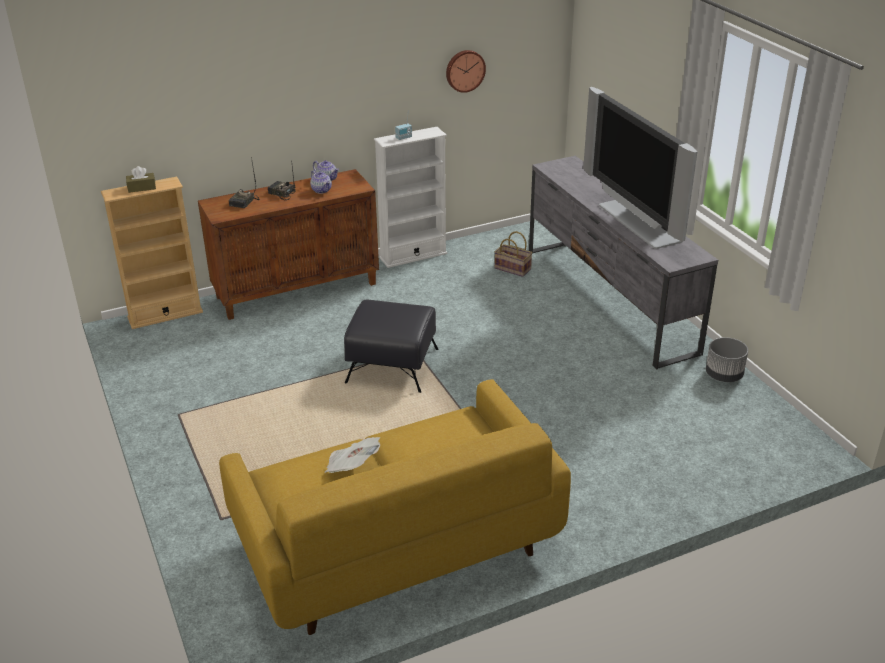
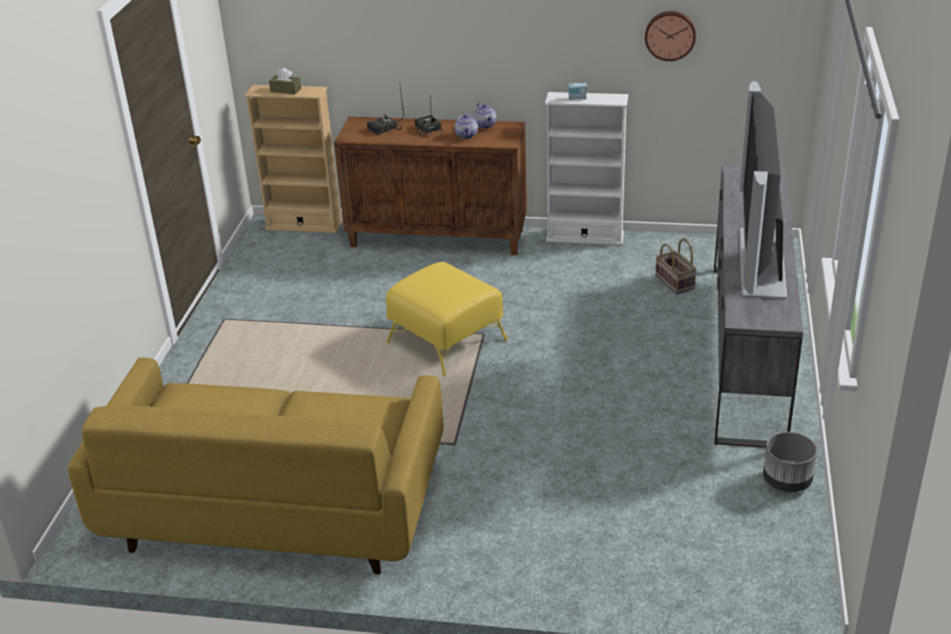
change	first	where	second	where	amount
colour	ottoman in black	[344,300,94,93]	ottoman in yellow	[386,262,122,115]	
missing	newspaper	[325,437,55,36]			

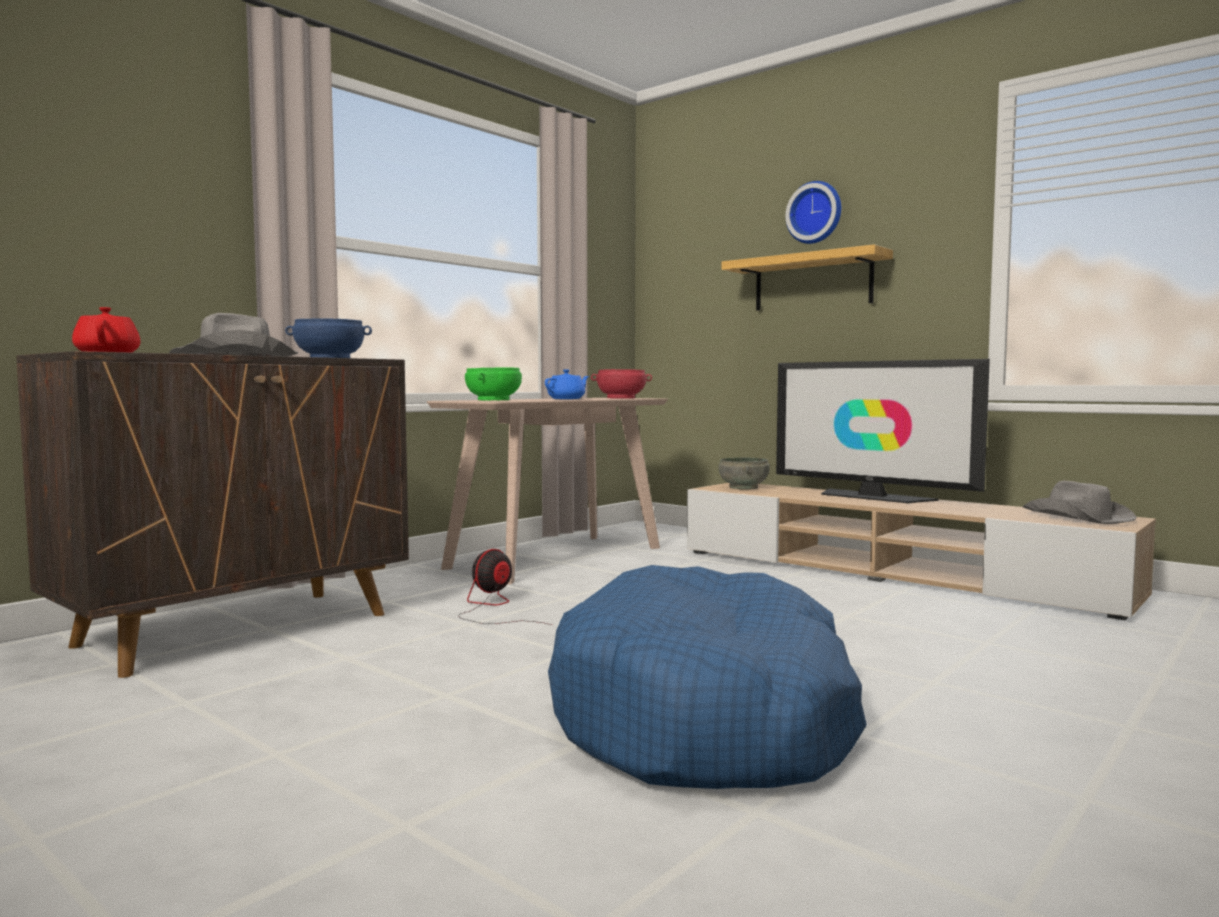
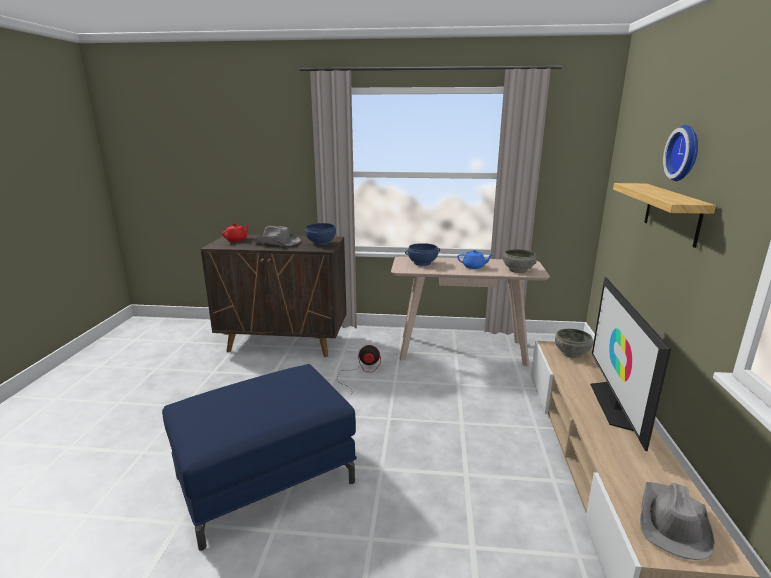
change	first	where	second	where	amount
colour	bowl in green	[465,367,57,34]	bowl in blue	[405,243,35,23]	
colour	bowl in red	[591,369,61,30]	bowl in grey	[503,249,33,24]	
exchanged	dog bed in blue	[548,565,319,224]	ottoman in blue	[162,364,195,187]	

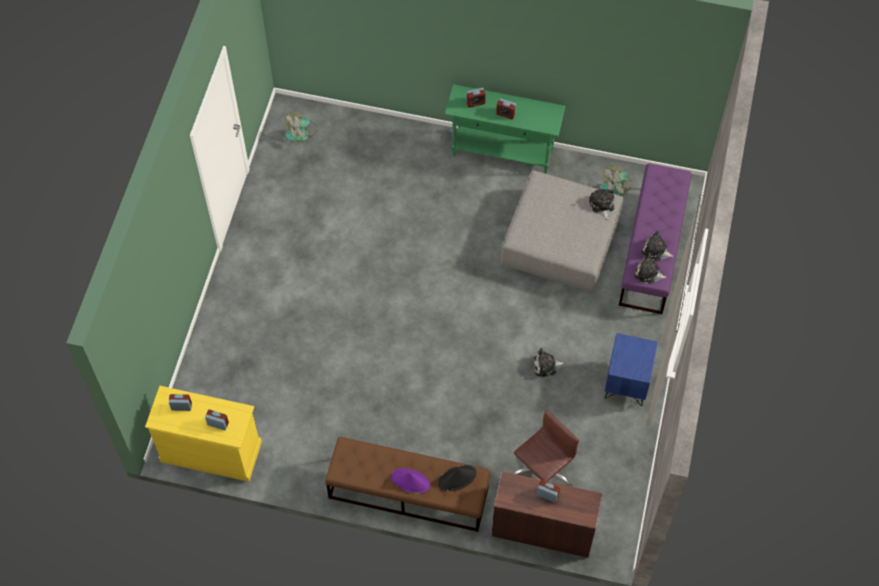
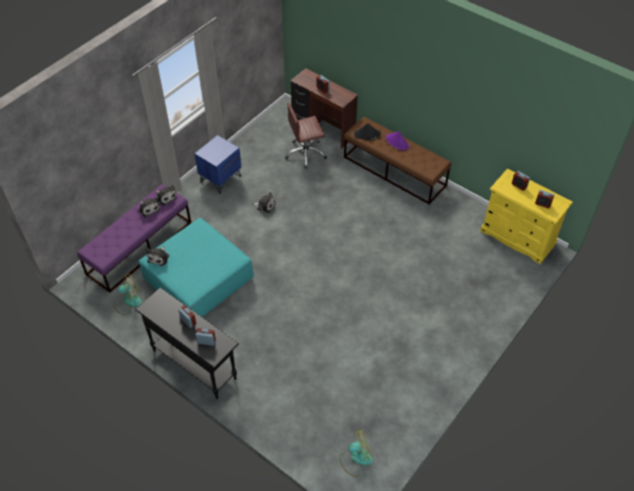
change	first	where	second	where	amount
colour	console table in green	[445,84,121,90]	console table in black	[135,288,104,111]	
colour	ottoman in grey	[501,170,122,122]	ottoman in turquoise	[139,218,115,99]	

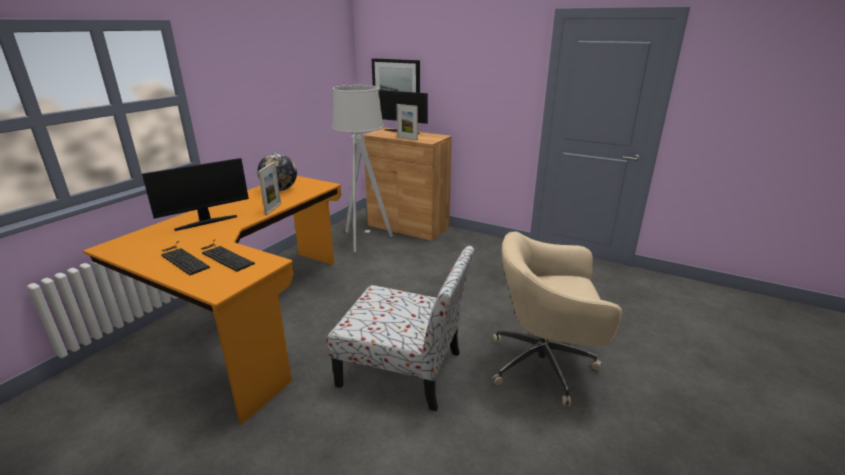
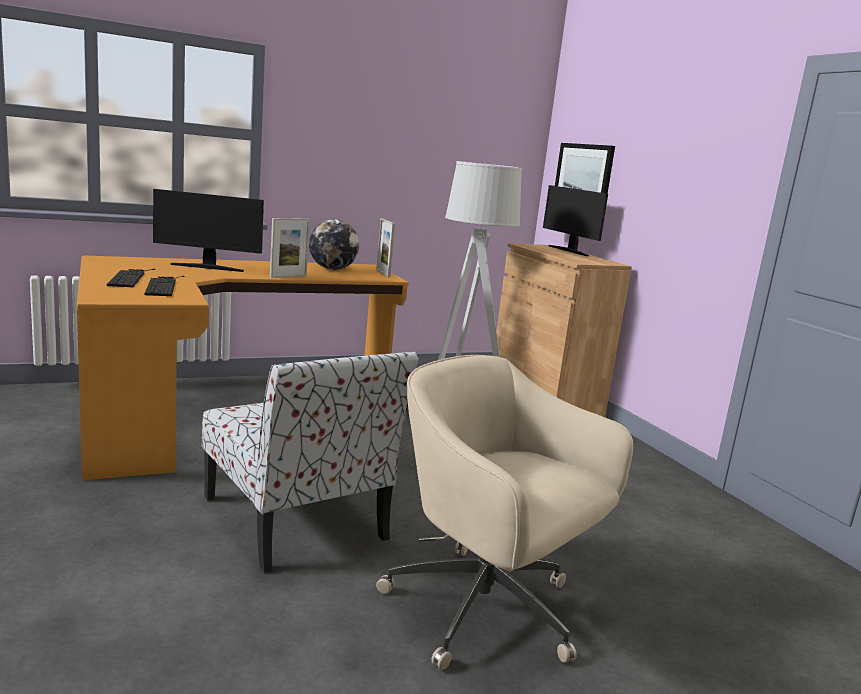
change	first	where	second	where	amount
relocated	picture frame	[396,104,22,36]		[376,218,19,59]	

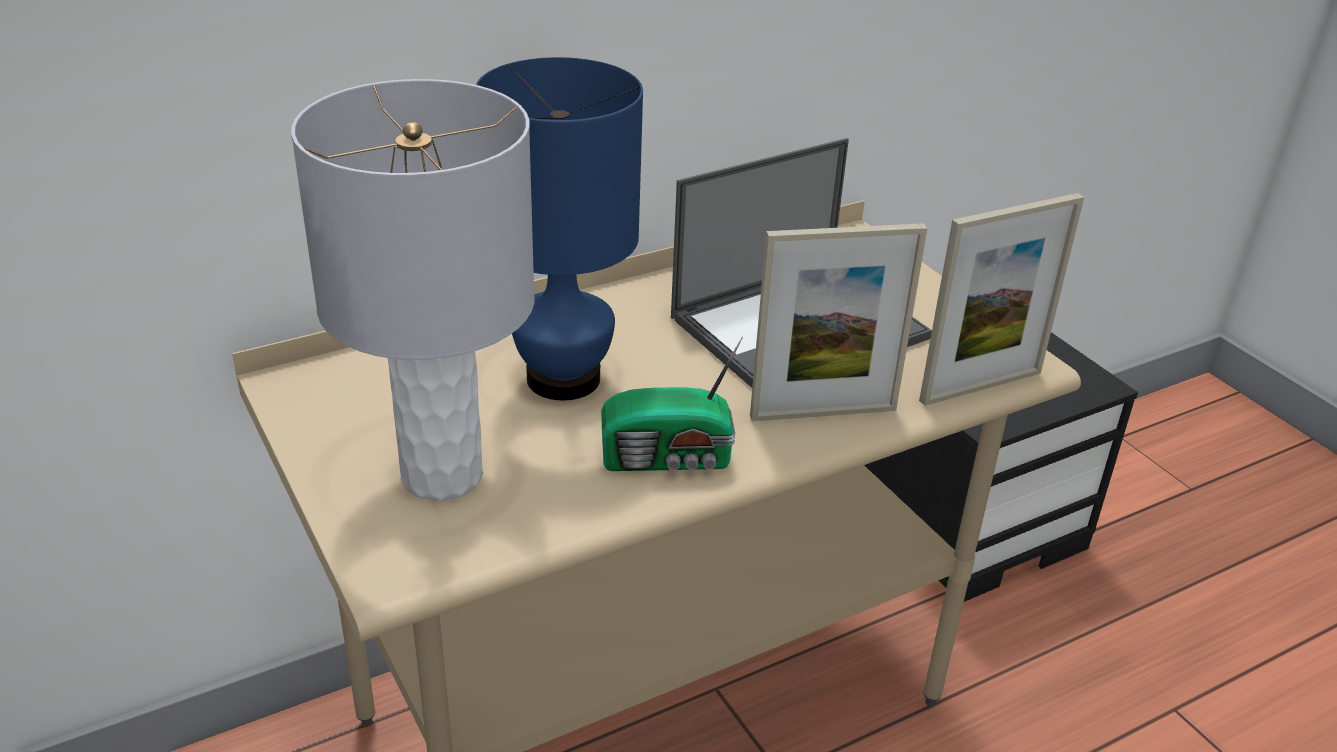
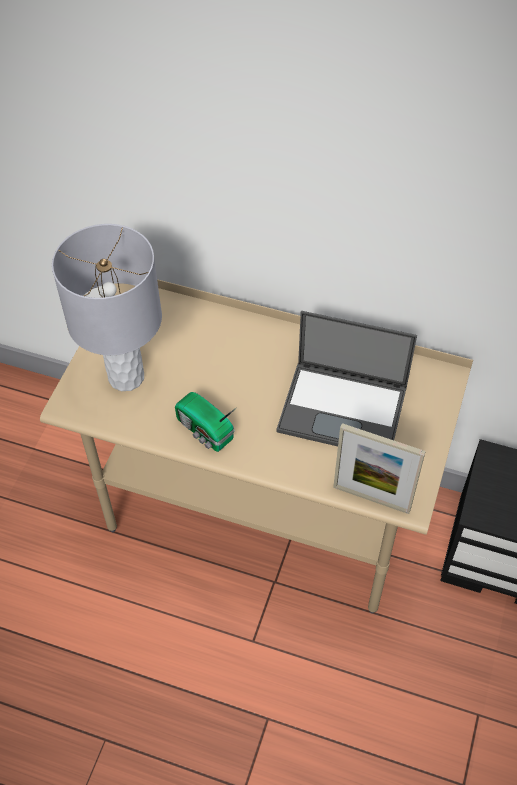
change	first	where	second	where	amount
missing	table lamp in blue	[476,57,167,344]			
missing	picture frame	[750,223,177,198]			

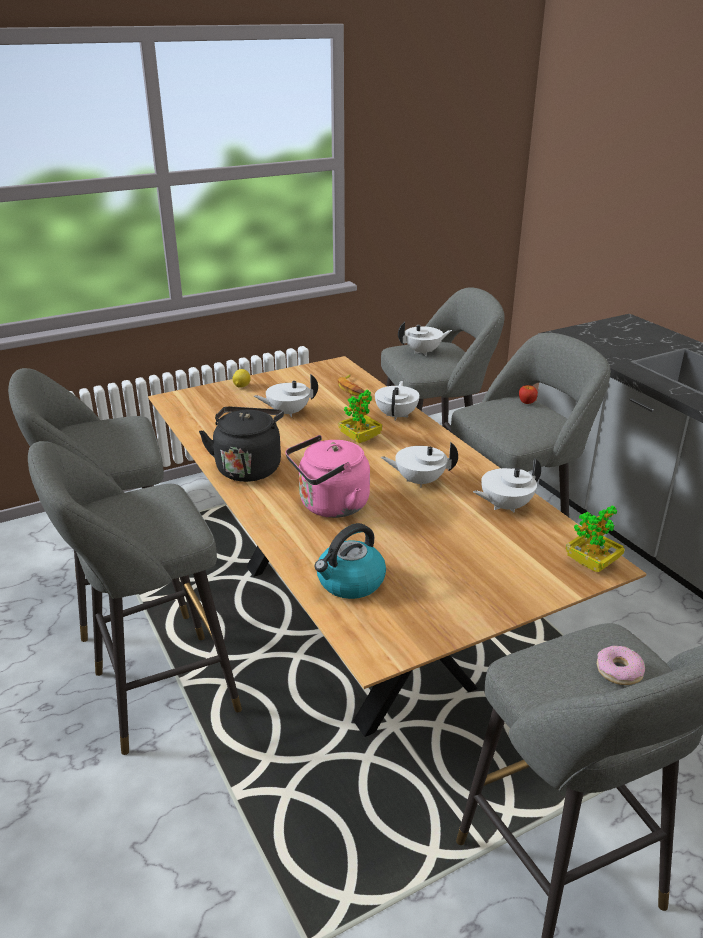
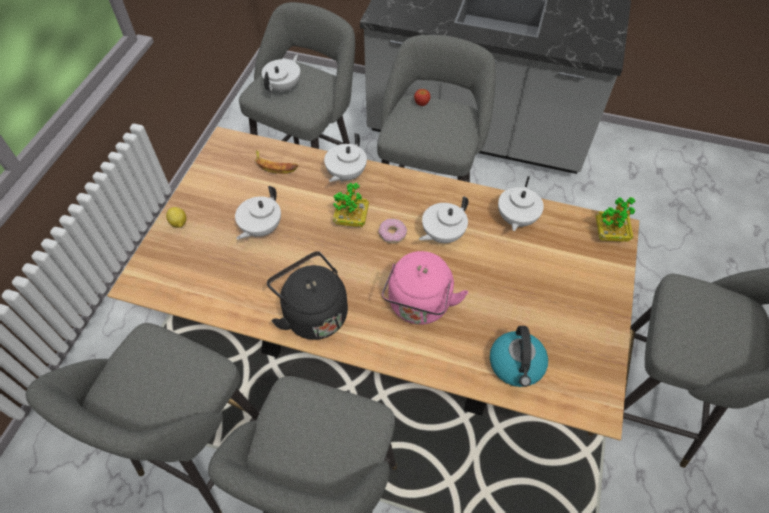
change	first	where	second	where	amount
spun	teapot in white	[375,381,45,40]		[324,133,43,49]	120 degrees counterclockwise
relocated	donut	[597,645,48,40]		[379,219,28,25]	

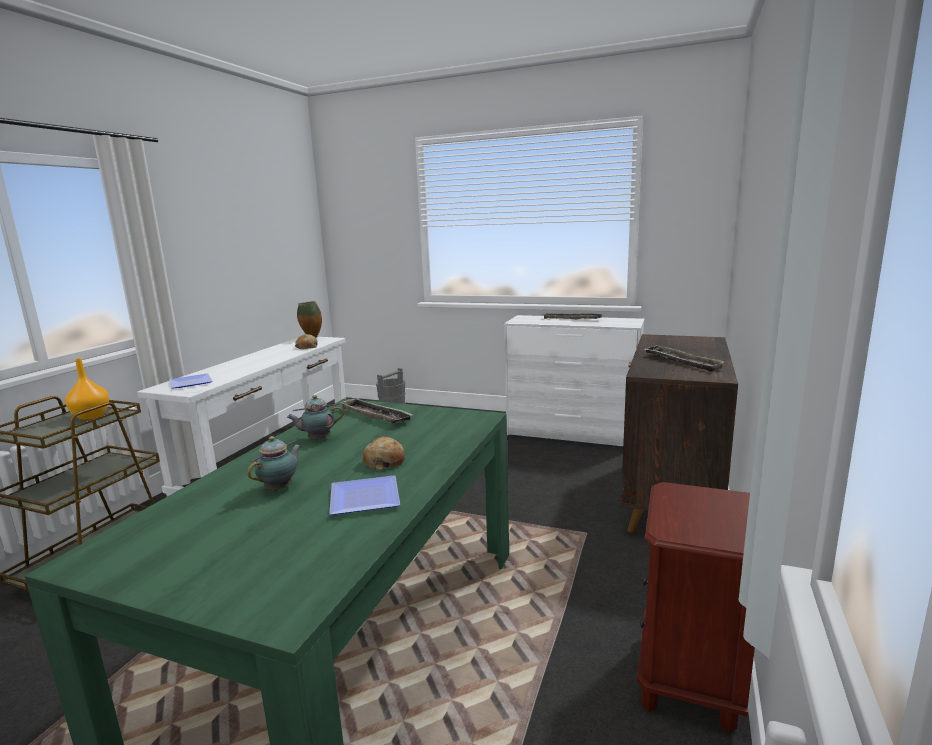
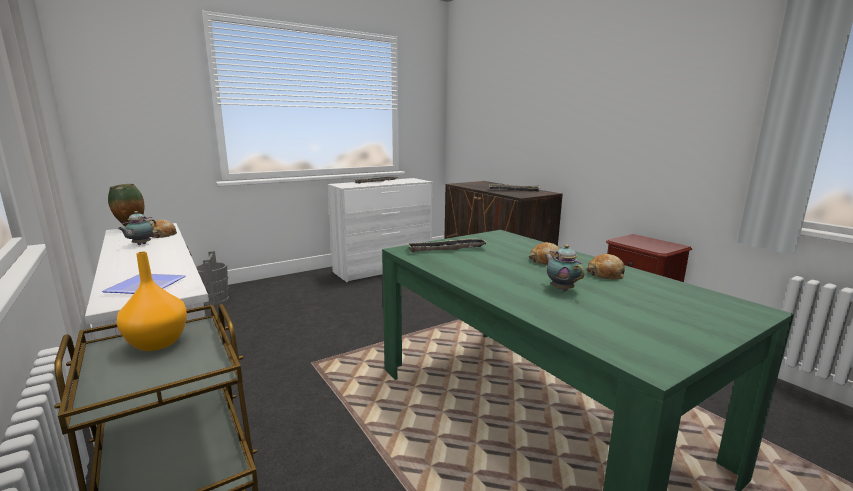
change	first	where	second	where	amount
relocated	teapot	[287,395,57,45]		[118,211,38,34]	
exchanged	plate	[329,476,71,39]	bread	[586,254,39,26]	

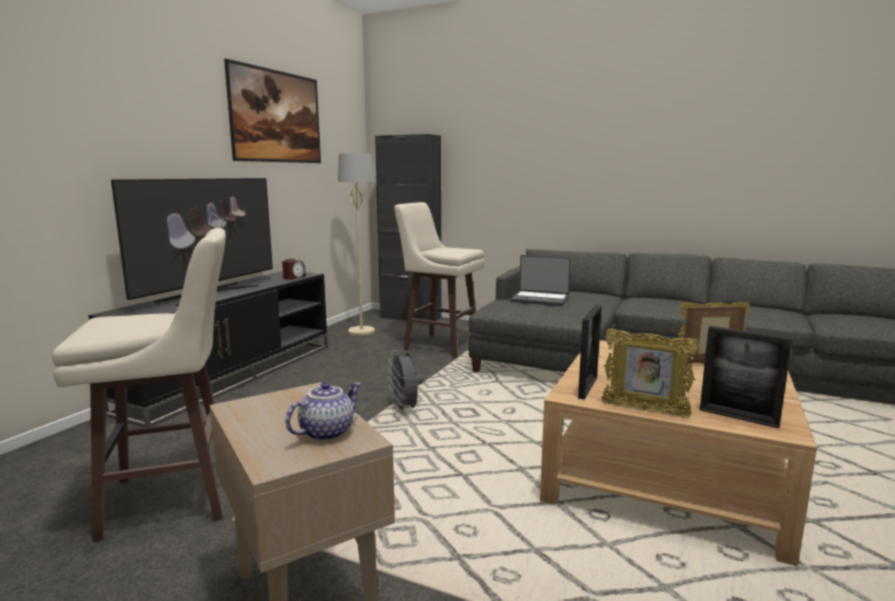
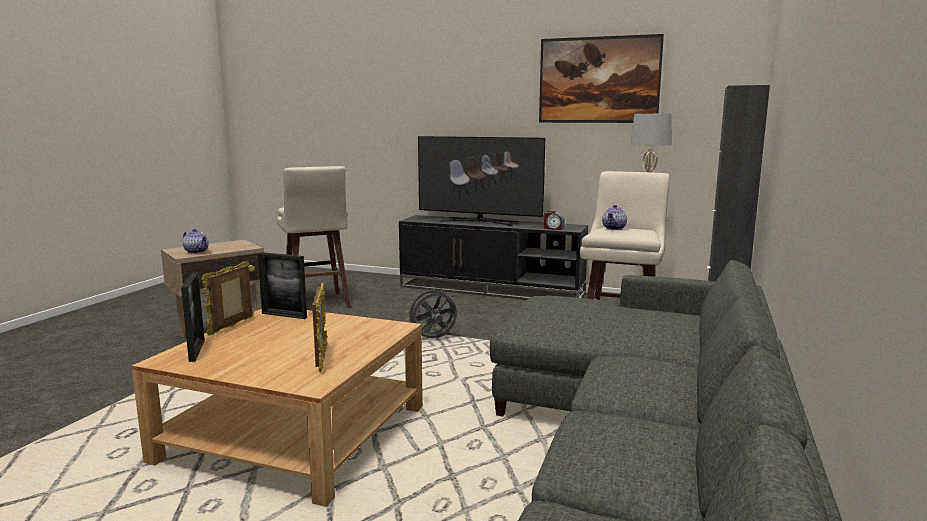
change	first	where	second	where	amount
missing	laptop	[510,255,61,51]			
spun	picture frame	[700,326,92,102]		[181,272,24,90]	135 degrees clockwise
appeared			teapot	[602,205,25,25]	

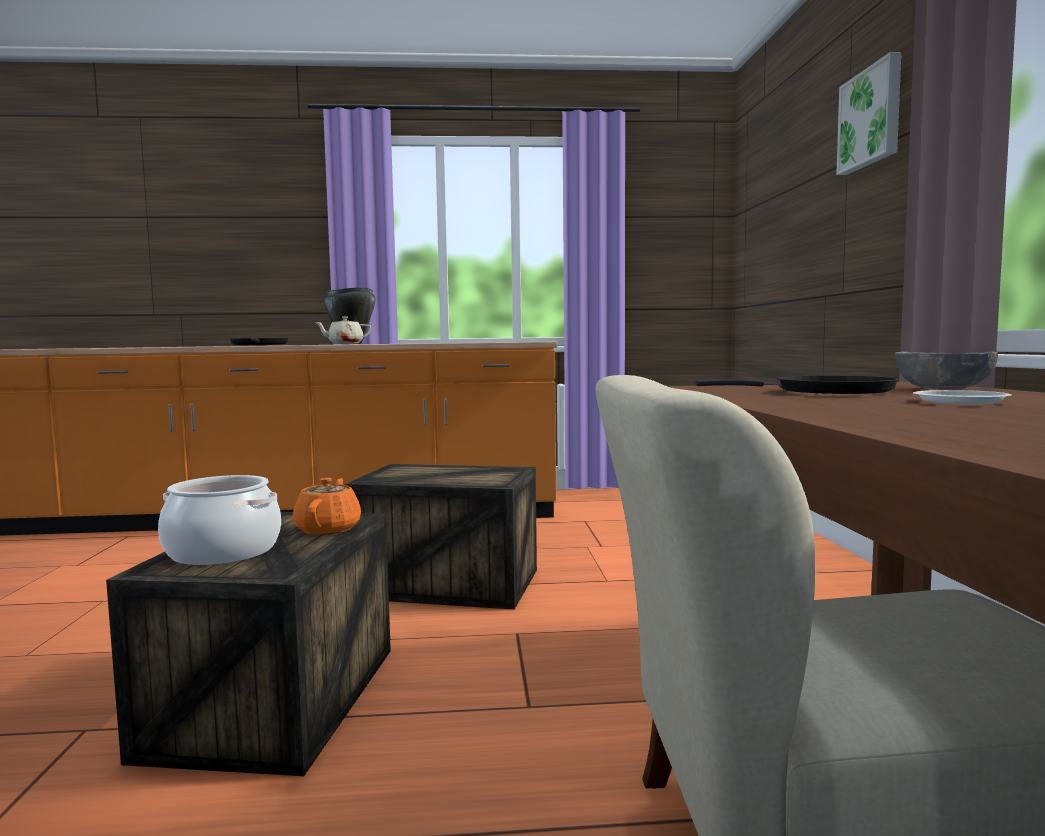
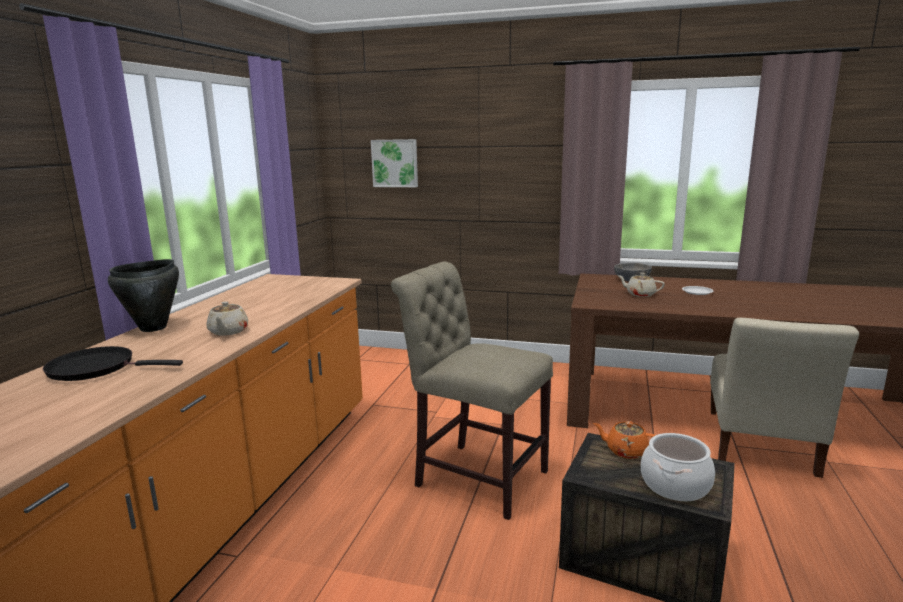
change	first	where	second	where	amount
relocated	picture	[836,52,65,123]		[371,139,47,48]	
exchanged	frying pan in black	[695,376,203,18]	teapot in beige	[617,273,48,24]	
exchanged	crate	[345,464,192,146]	chair in beige	[391,262,162,258]	

